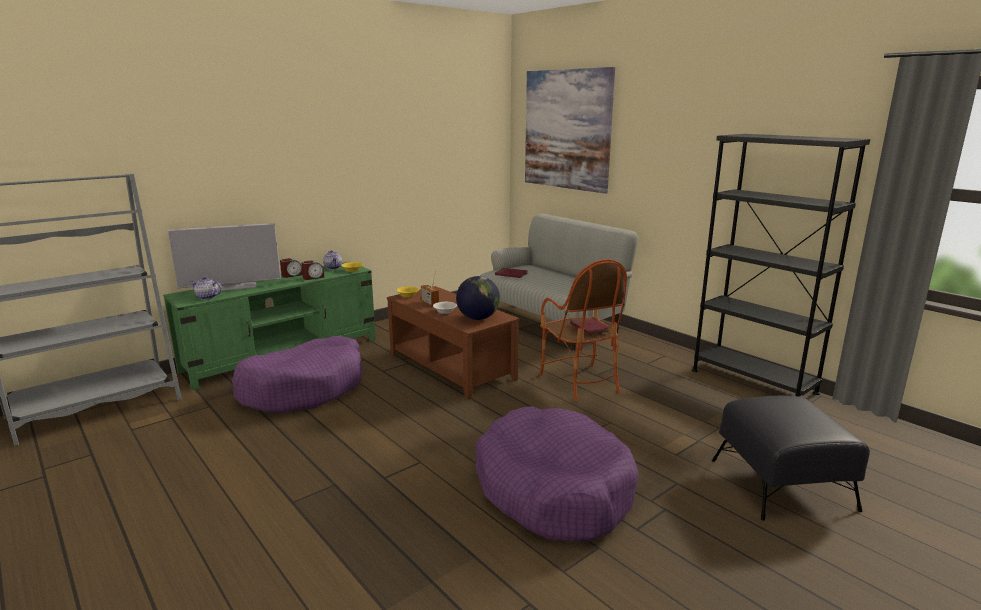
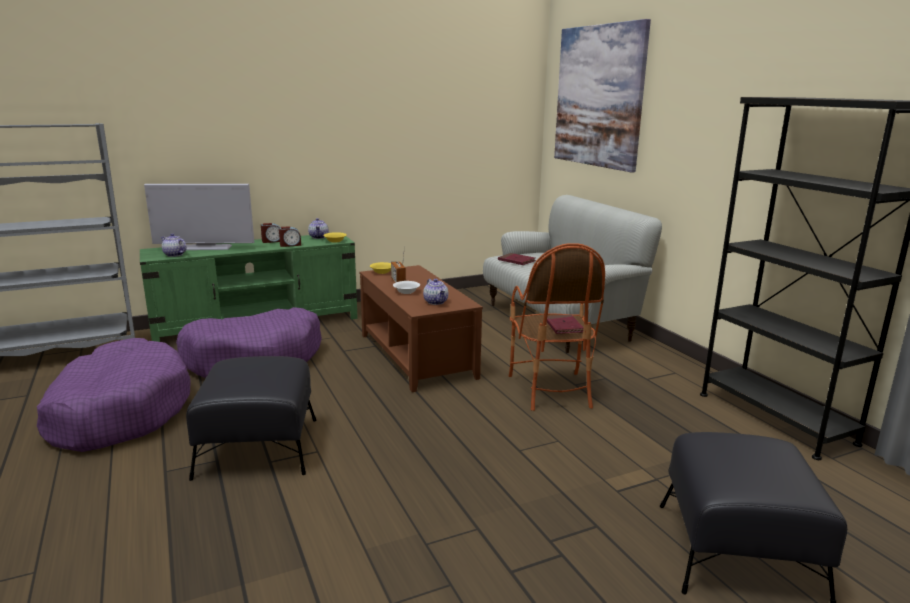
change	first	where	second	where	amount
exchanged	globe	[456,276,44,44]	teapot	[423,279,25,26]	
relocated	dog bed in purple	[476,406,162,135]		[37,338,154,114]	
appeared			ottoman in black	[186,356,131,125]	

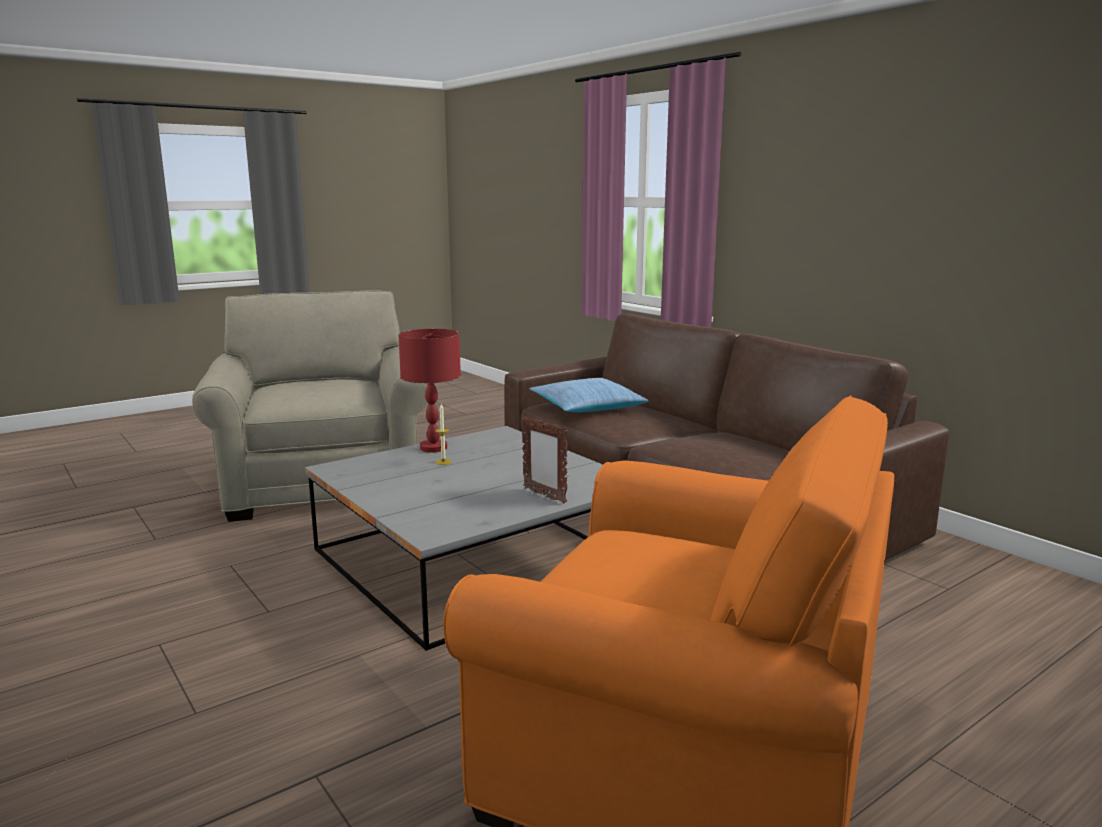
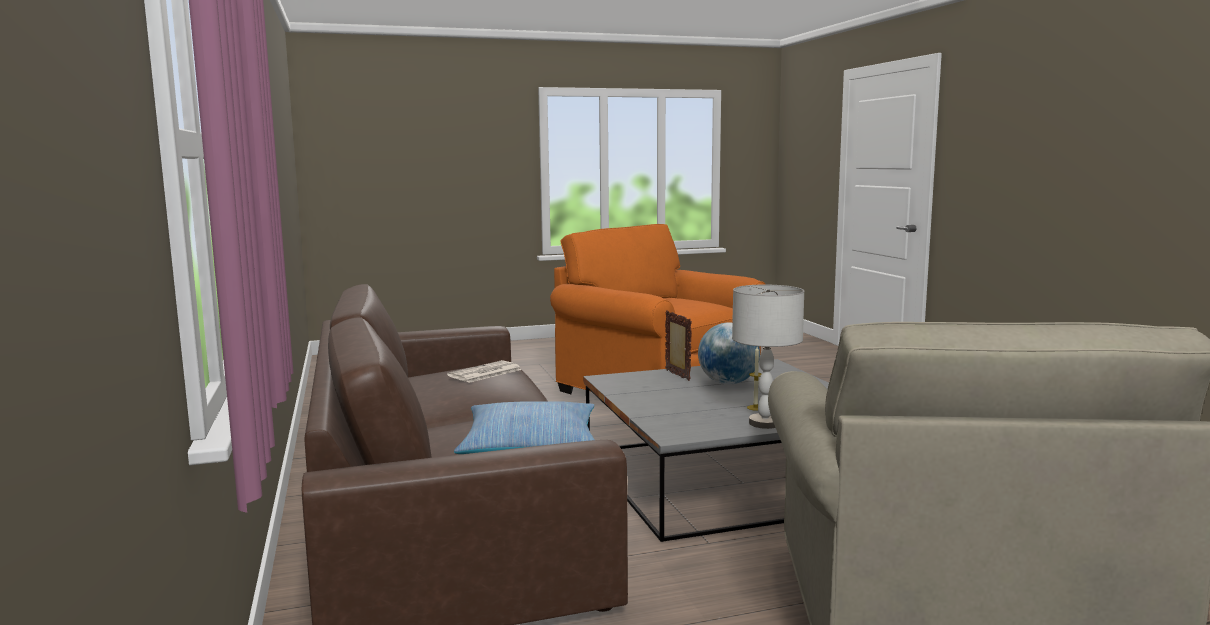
change	first	where	second	where	amount
colour	table lamp in red	[398,329,63,123]	table lamp in grey	[732,285,72,144]	
appeared			globe	[698,322,62,62]	
appeared			newspaper	[447,360,75,23]	

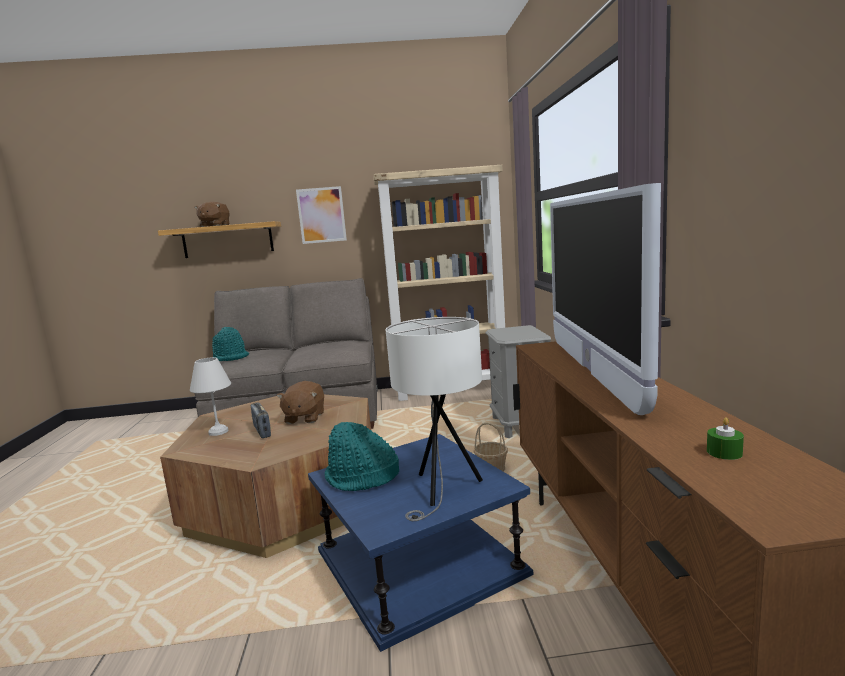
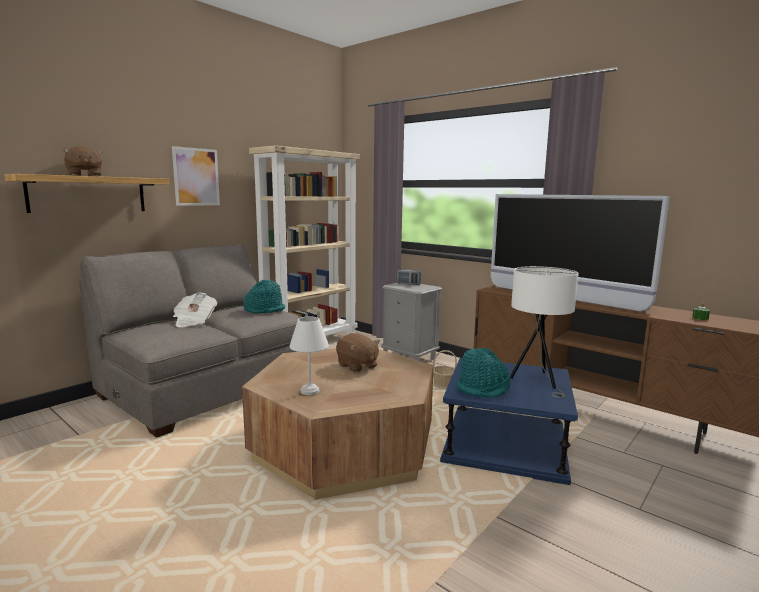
change	first	where	second	where	amount
relocated	hat in turquoise	[212,327,37,34]		[243,280,42,34]	
relocated	radio	[251,403,20,35]		[396,268,25,17]	
appeared			newspaper	[173,293,44,34]	

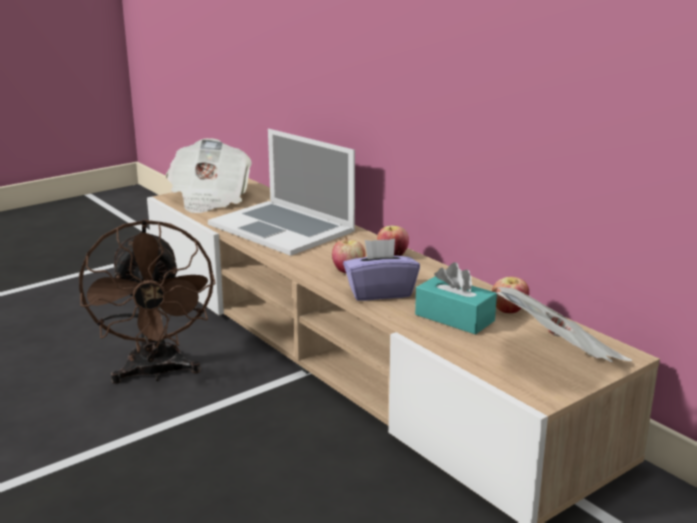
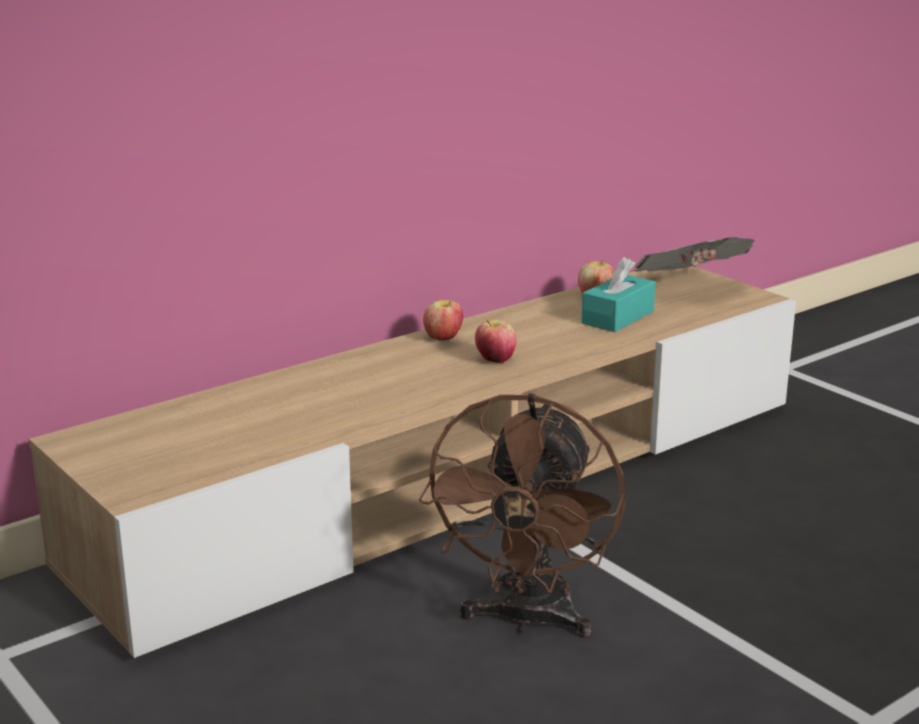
change	first	where	second	where	amount
missing	laptop	[208,129,147,127]			
missing	newspaper	[166,138,86,75]			
spun	fan in brown	[79,219,137,165]		[419,393,206,245]	120 degrees clockwise
missing	tissue box in purple	[343,239,77,62]			

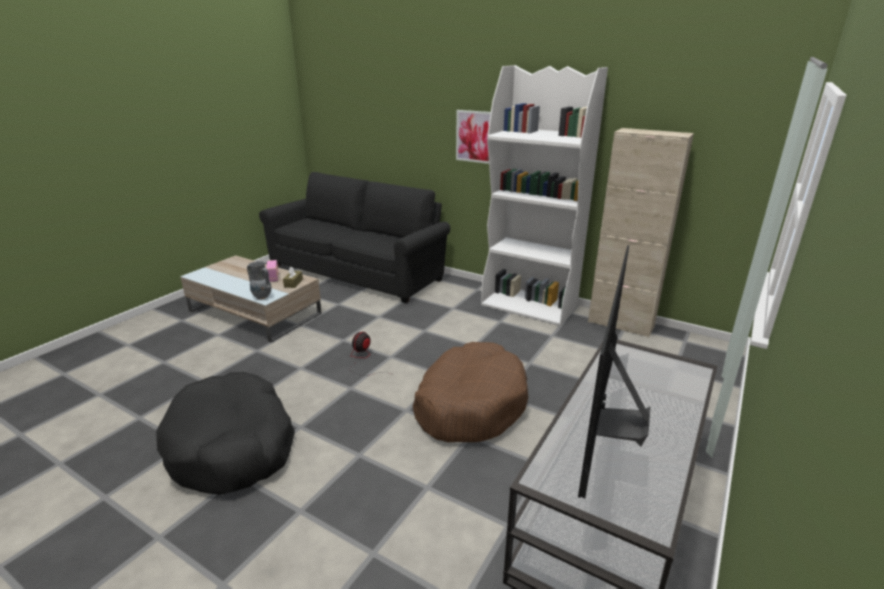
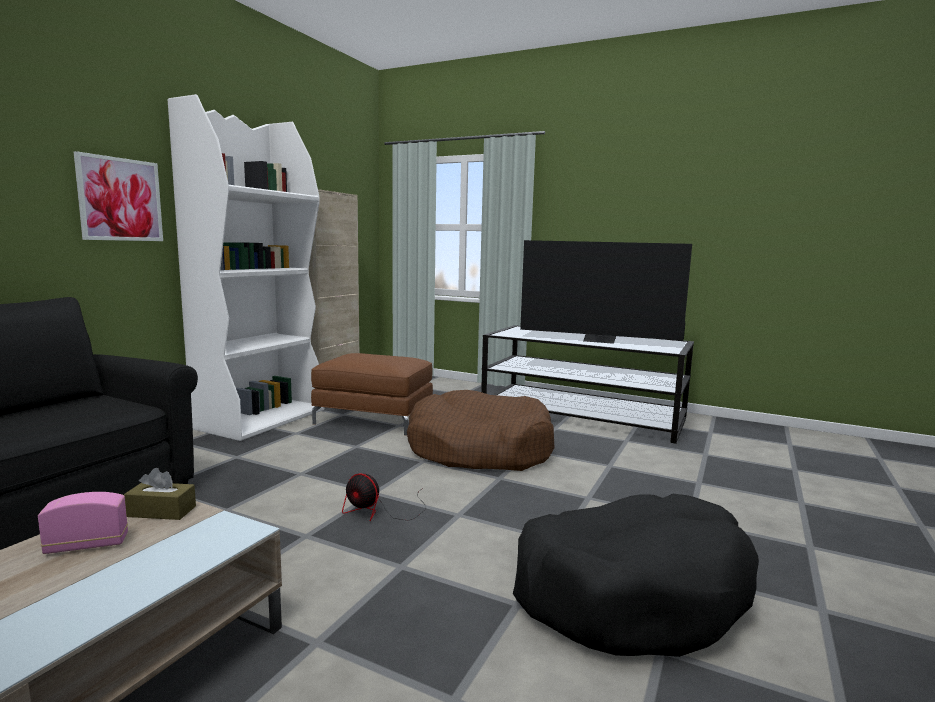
change	first	where	second	where	amount
missing	vase in grey	[247,261,24,39]			
appeared			ottoman in brown	[311,353,122,83]	

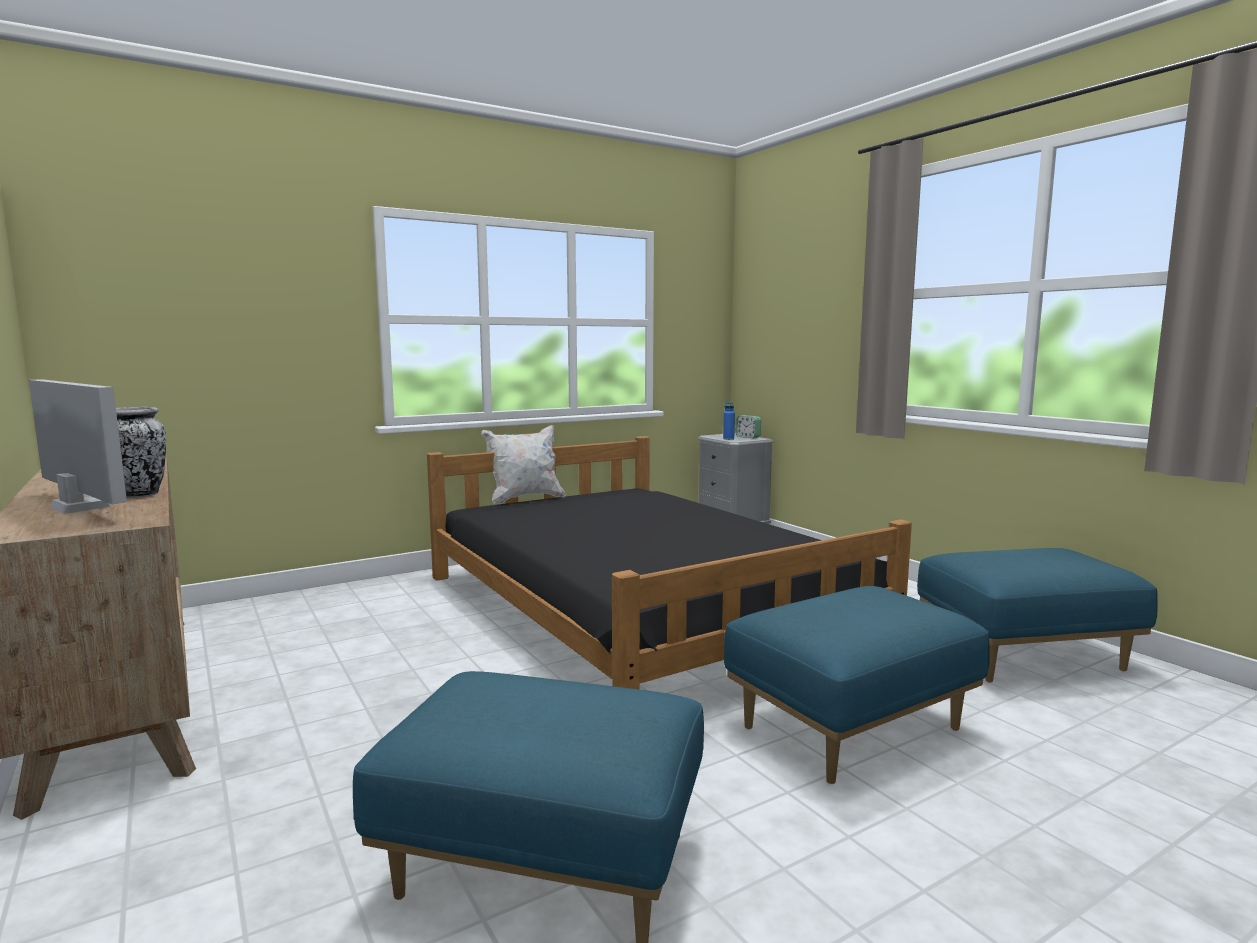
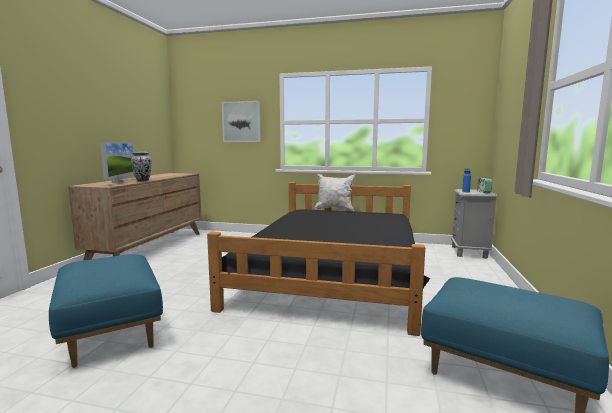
change	first	where	second	where	amount
missing	ottoman in blue	[724,586,266,198]			
appeared			picture	[222,101,39,41]	

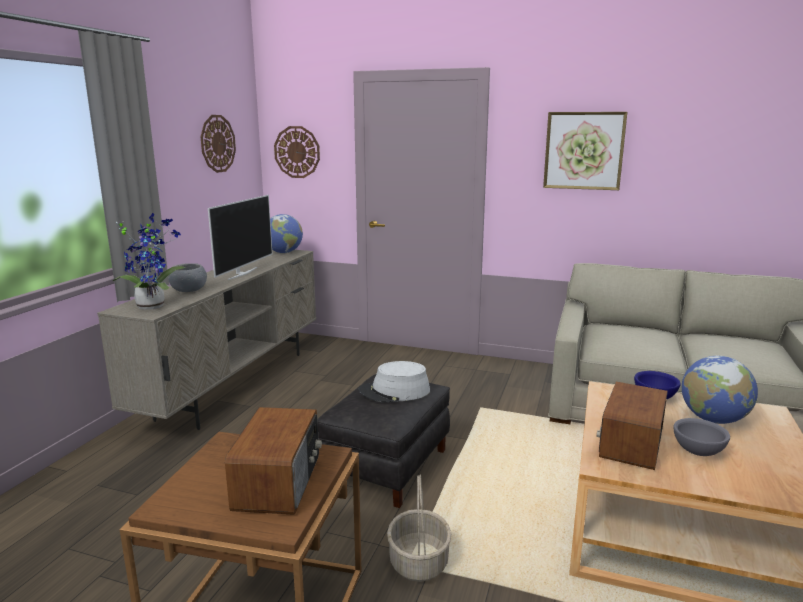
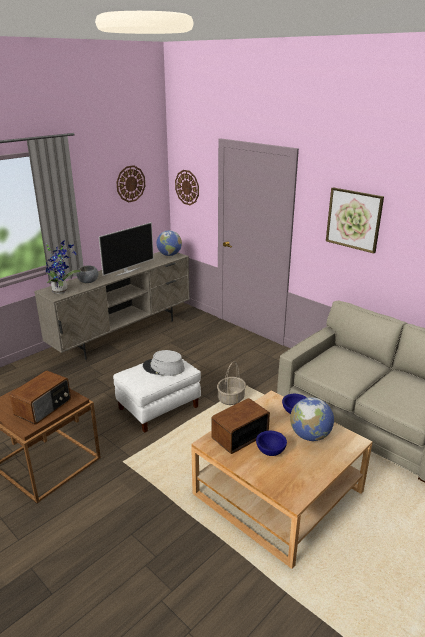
change	first	where	second	where	amount
colour	ottoman in black	[318,374,132,134]	ottoman in white	[113,359,88,74]	
colour	bowl in grey	[673,418,57,38]	bowl in blue	[256,431,31,25]	
relocated	basket	[387,475,64,107]		[217,361,29,44]	

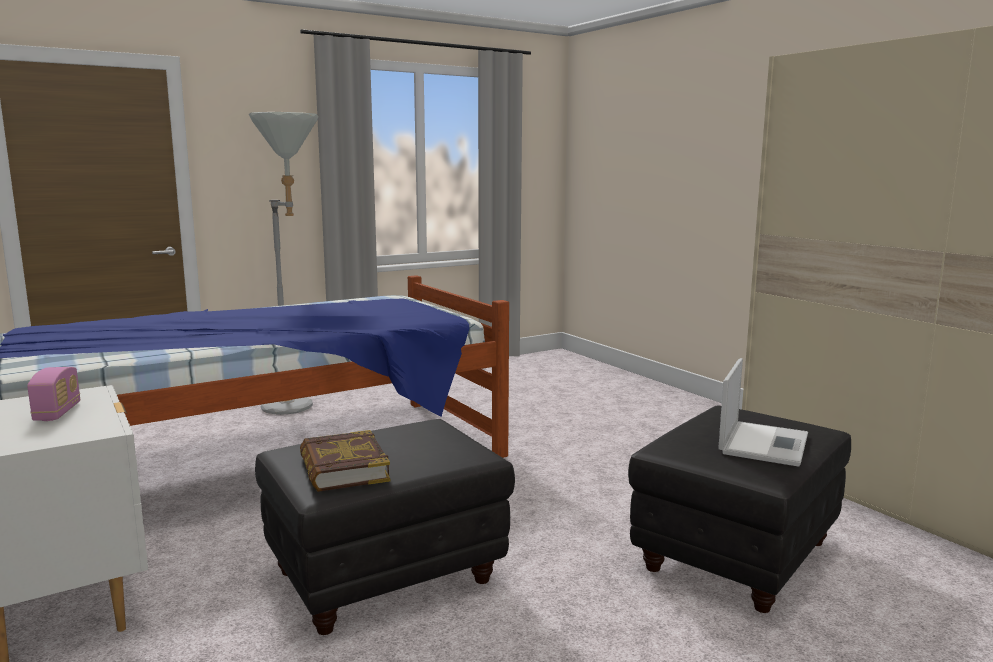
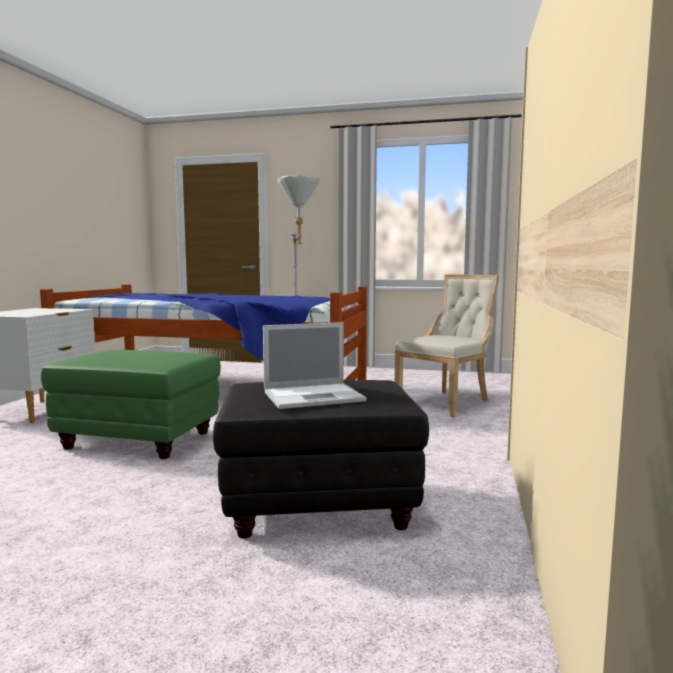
change	first	where	second	where	amount
missing	radio	[27,367,53,54]			
colour	ottoman in black	[255,419,260,216]	ottoman in green	[41,350,180,109]	
missing	book	[300,430,90,62]			
appeared			chair in beige	[395,274,104,144]	

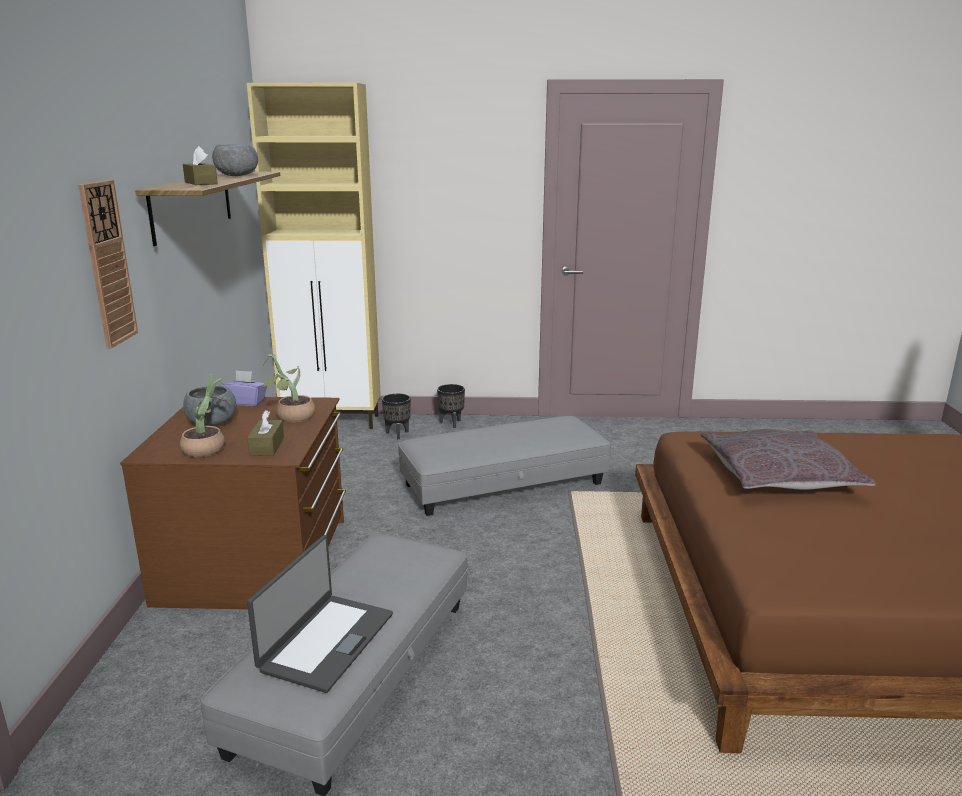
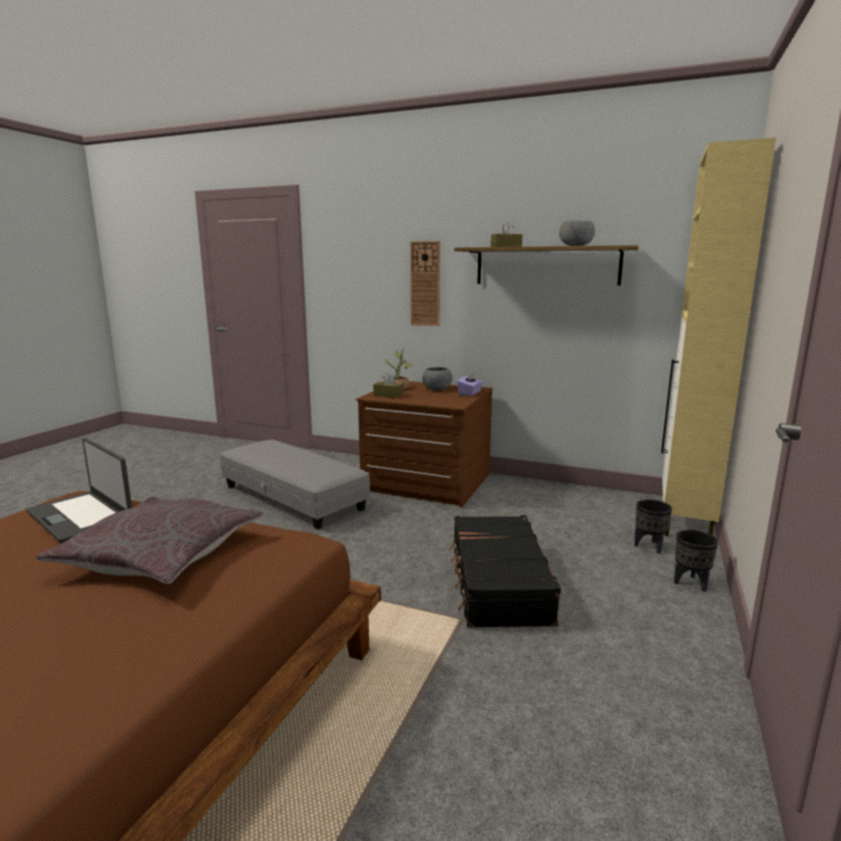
change	first	where	second	where	amount
missing	potted plant	[263,354,52,68]			
exchanged	ottoman in grey	[398,416,213,100]	suitcase in black	[449,515,112,113]	
relocated	laptop	[247,535,146,158]		[26,438,106,105]	

